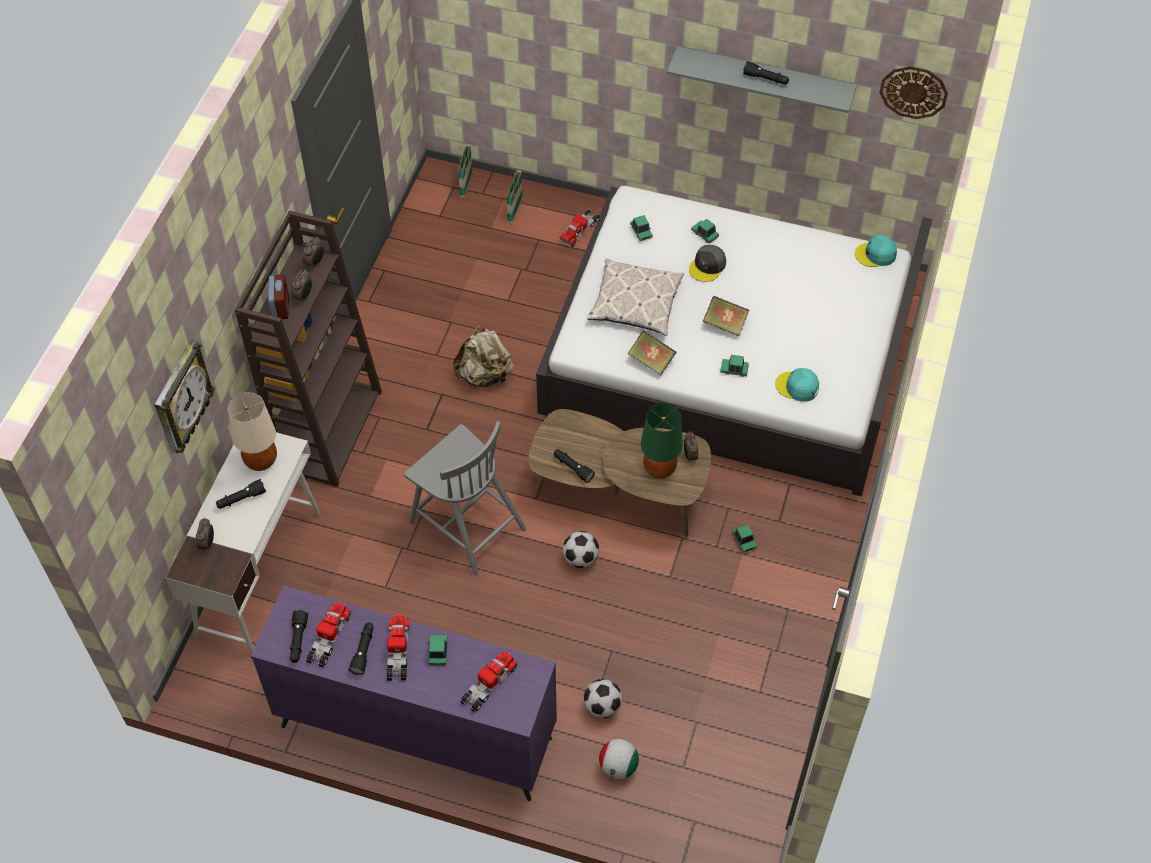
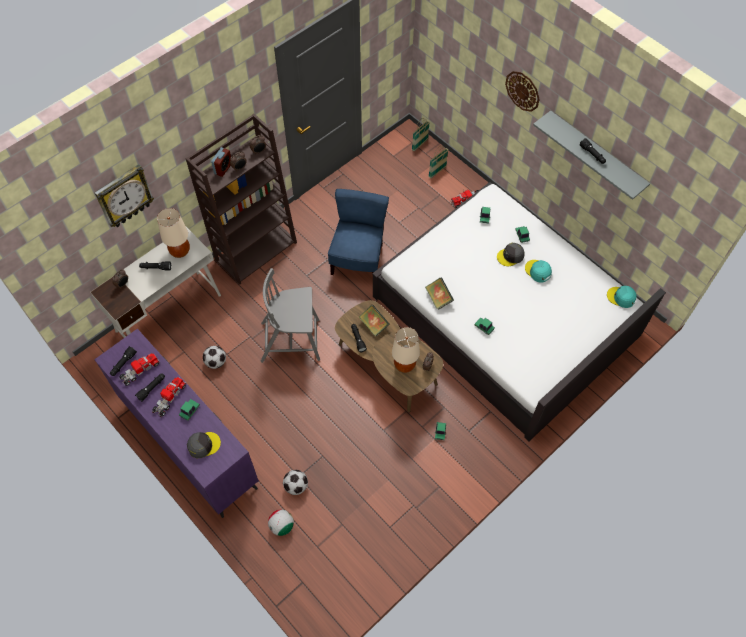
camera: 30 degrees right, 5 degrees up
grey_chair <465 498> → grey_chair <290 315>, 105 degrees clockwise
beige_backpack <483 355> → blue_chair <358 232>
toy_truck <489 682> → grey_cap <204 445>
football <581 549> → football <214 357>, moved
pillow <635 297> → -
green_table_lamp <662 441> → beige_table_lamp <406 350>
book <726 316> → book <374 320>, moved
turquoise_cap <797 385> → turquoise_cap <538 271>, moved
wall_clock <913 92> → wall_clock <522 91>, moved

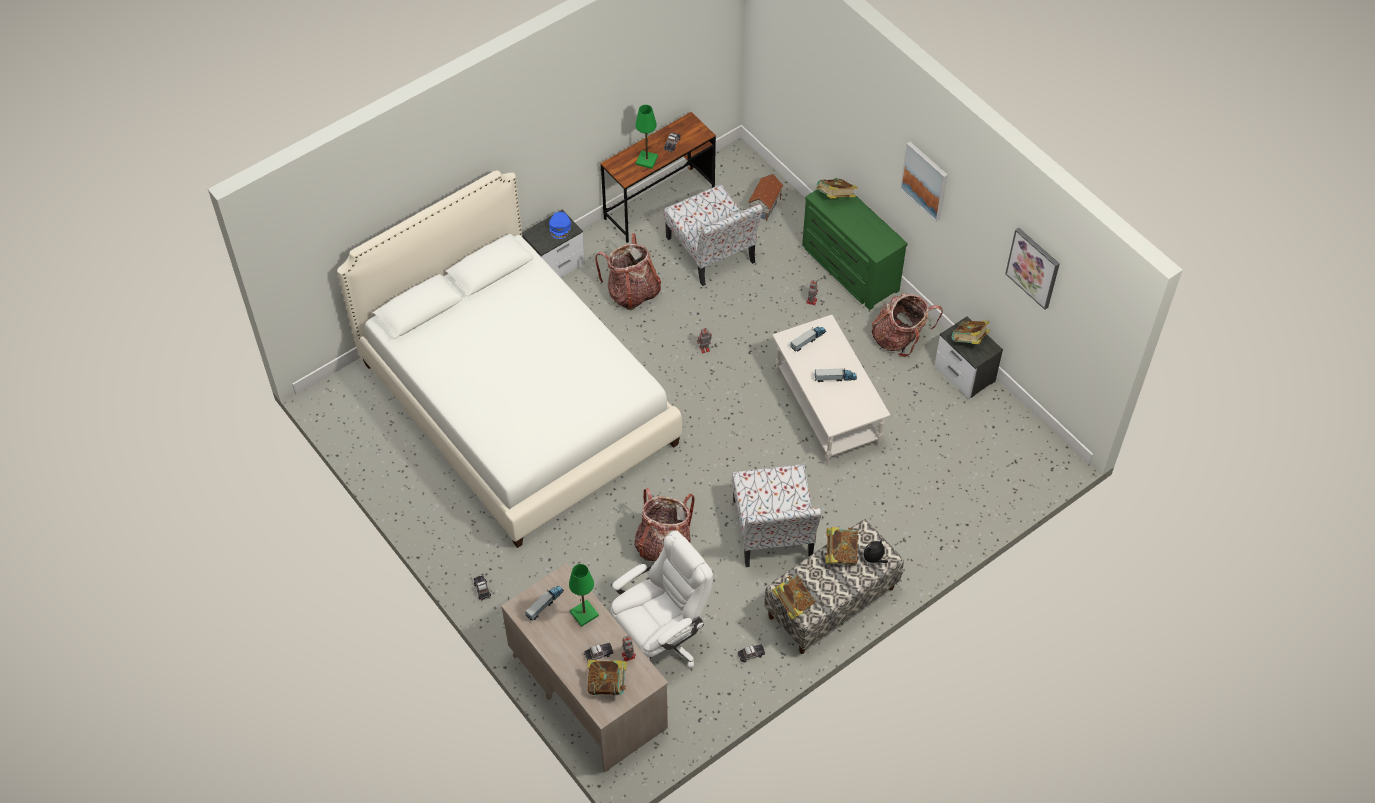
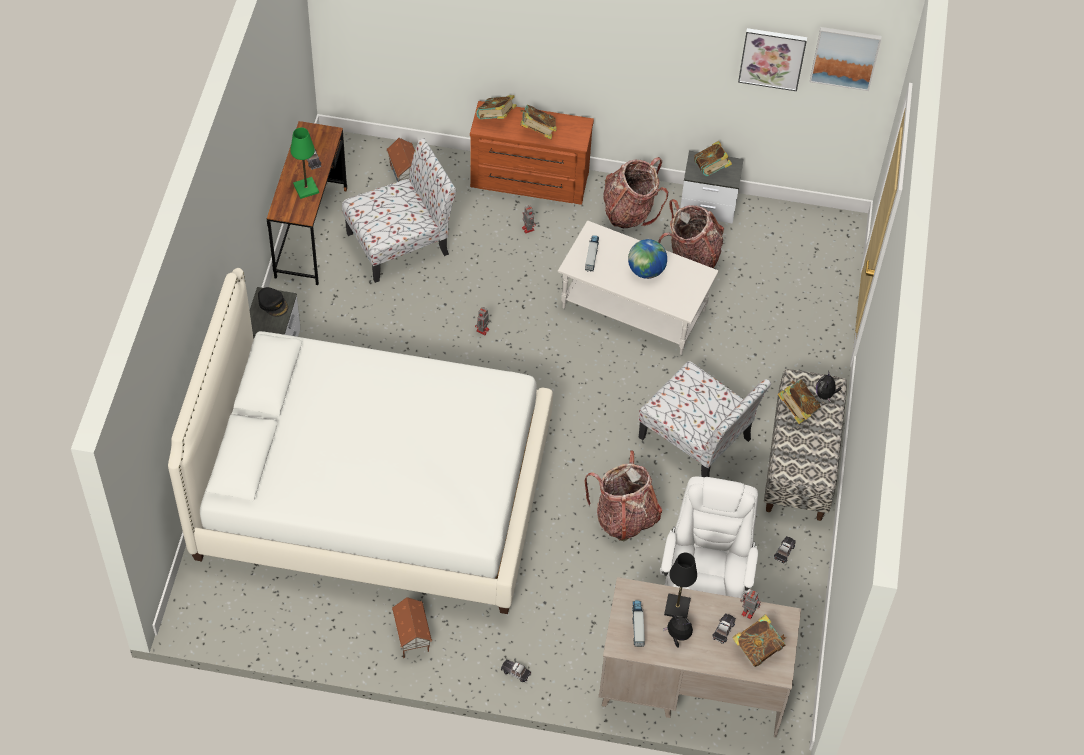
camera: 45 degrees left, 0 degrees up
blue_cap <560 225> → black_cap <273 302>
green_table_lamp <584 595> → black_table_lamp <680 585>
backpack <628 271> → backpack <691 233>, moved
chair <713 235> → chair <399 210>, 45 degrees counterclockwise
book <794 597> → book <538 122>, moved
green_dresser <854 244> → brown_dresser <532 153>
toy_truck <836 375> → globe <647 259>
picture <924 182> → picture <846 59>, moved
- → toy_house <412 627>
- → plush_toy <678 631>

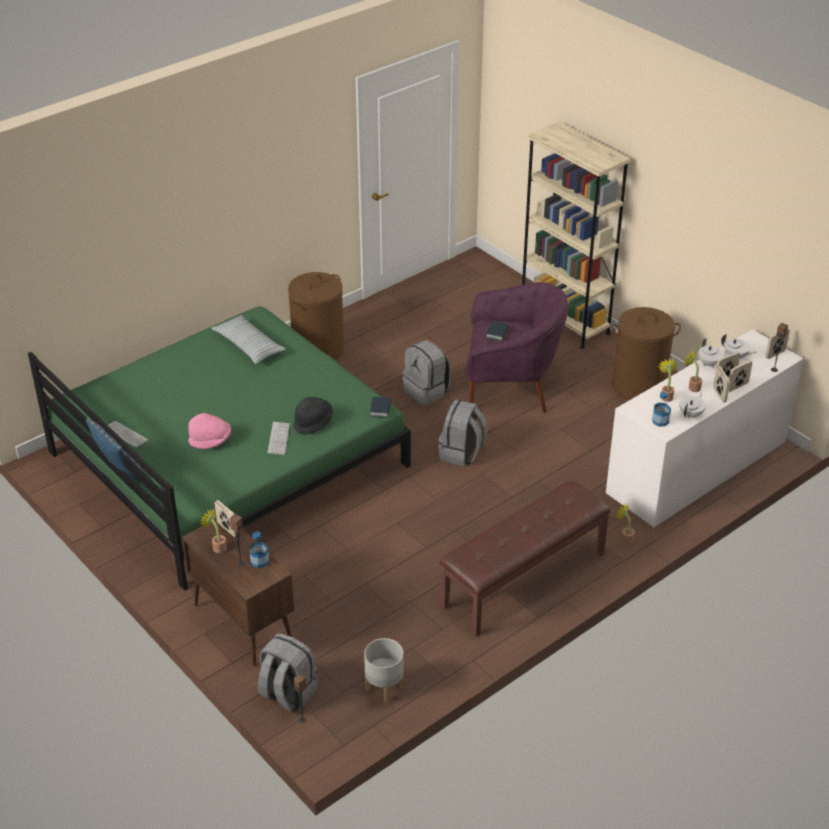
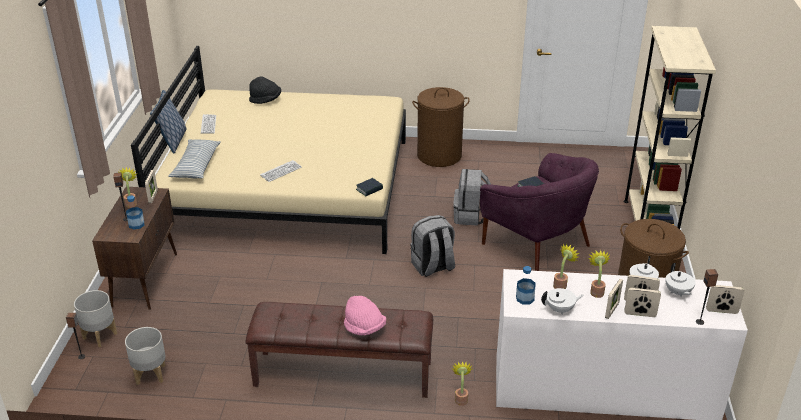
camera: 45 degrees right, 5 degrees down
green_bed <219 448> → beige_bed <268 150>
pink_hat <209 431> → pink_hat <365 315>, moved
pillow <248 339> → pillow <194 159>, moved
grey_backpack <288 672> → grey_planter <95 318>
black_hat <313 415> → black_hat <265 90>, moved

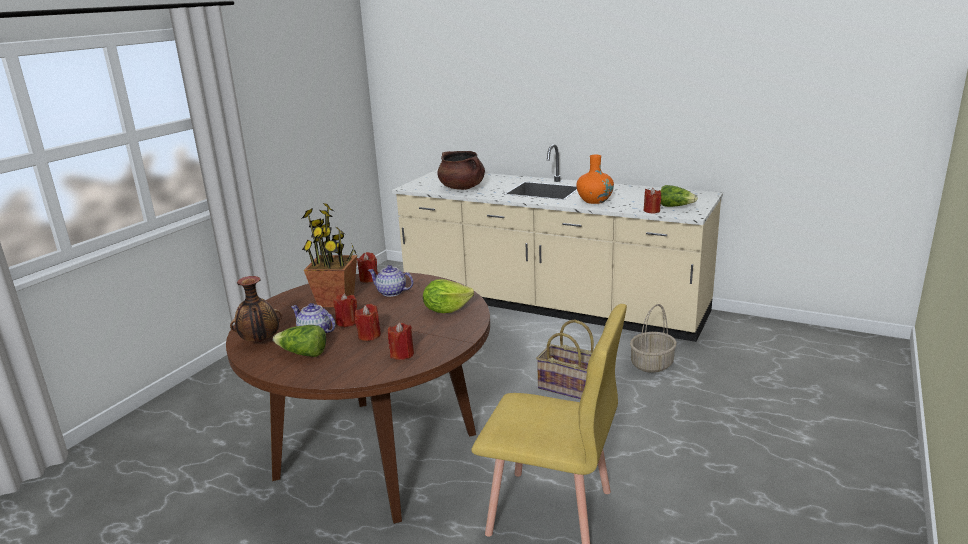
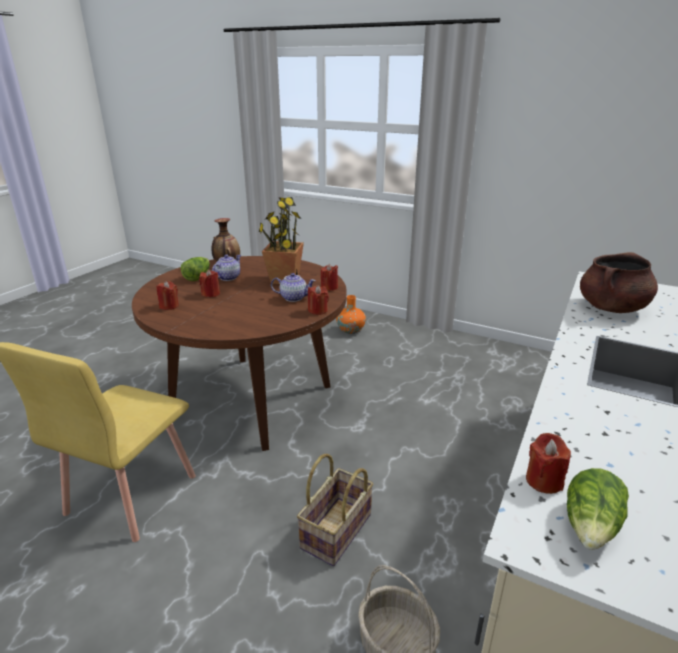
camera: 90 degrees right, 5 degrees up
red_candle <345 310> → red_candle <318 300>, moved
teapot <391 281> → teapot <293 287>, 75 degrees clockwise
lettuce <448 296> → -
orange_vase <595 179> → orange_vase <351 314>, moved

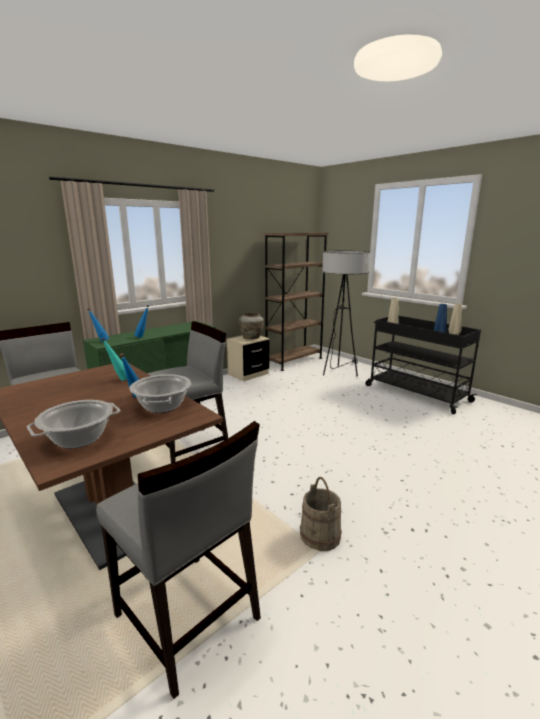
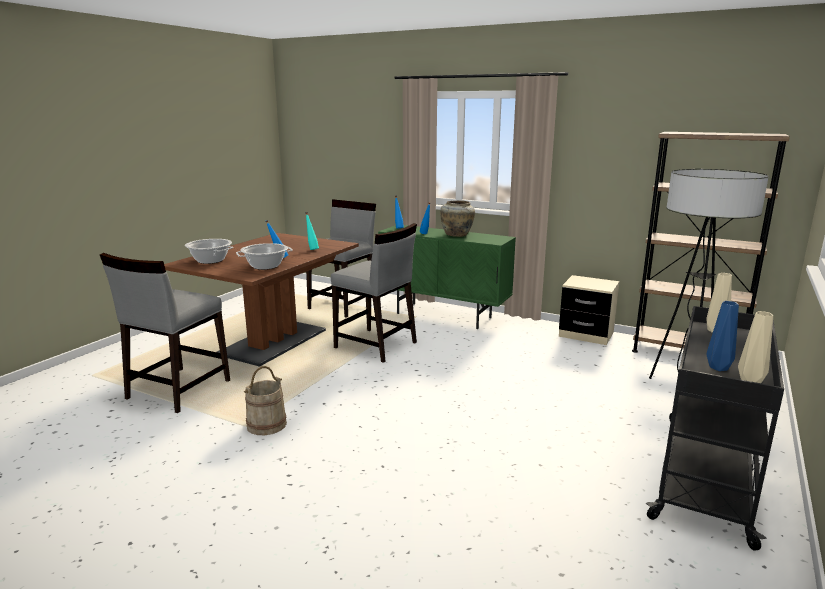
camera: 70 degrees right, 0 degrees up
beige_vase <251 326> → beige_vase <457 218>, moved

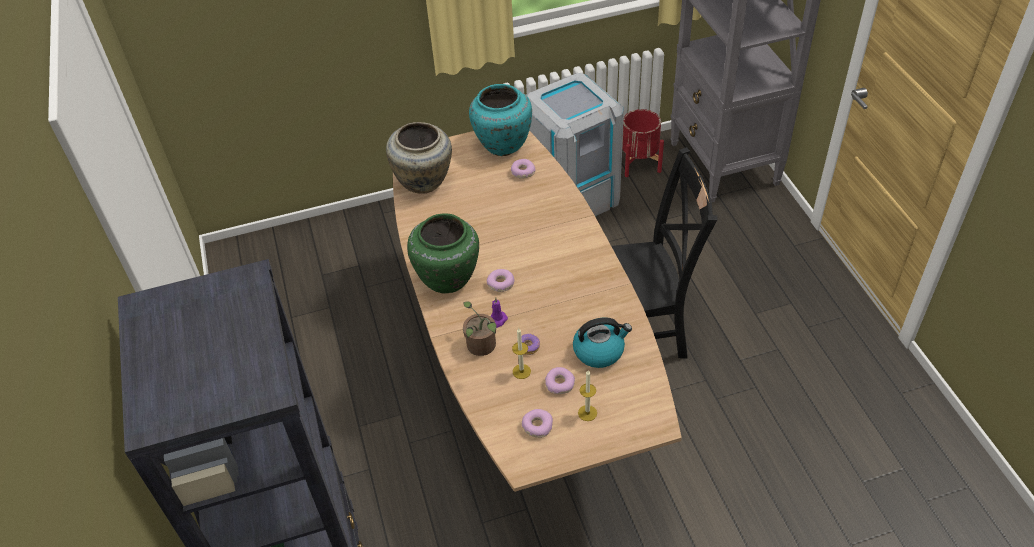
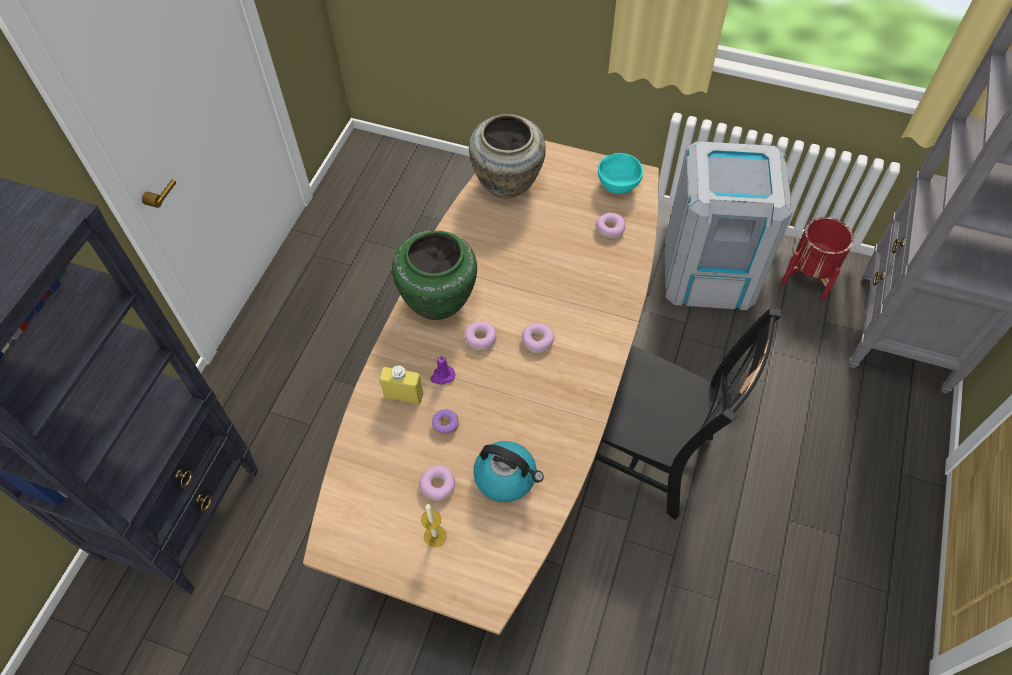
camera: 35 degrees right, 10 degrees up
potted_plant <479 328> → yellow_bottle <401 385>
turquoise_vase <500 120> → turquoise_bowl <620 173>
candle <521 353> → -
donut <537 423> → donut <538 338>, moved

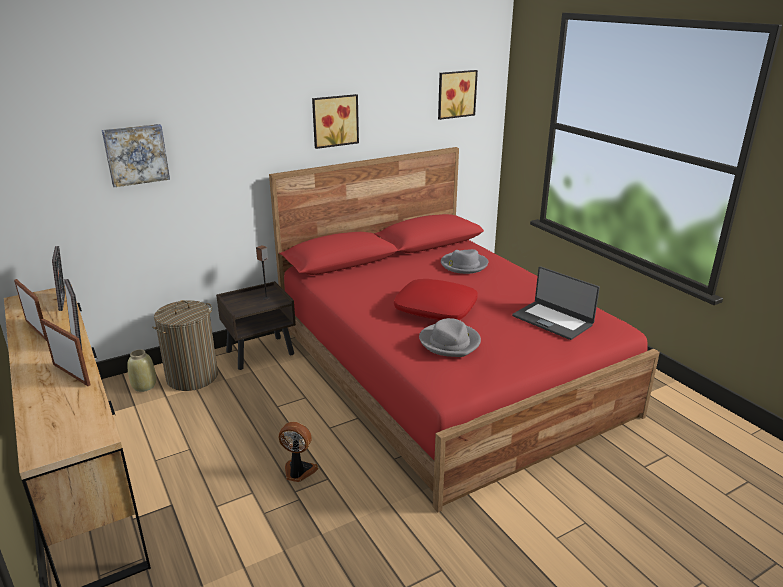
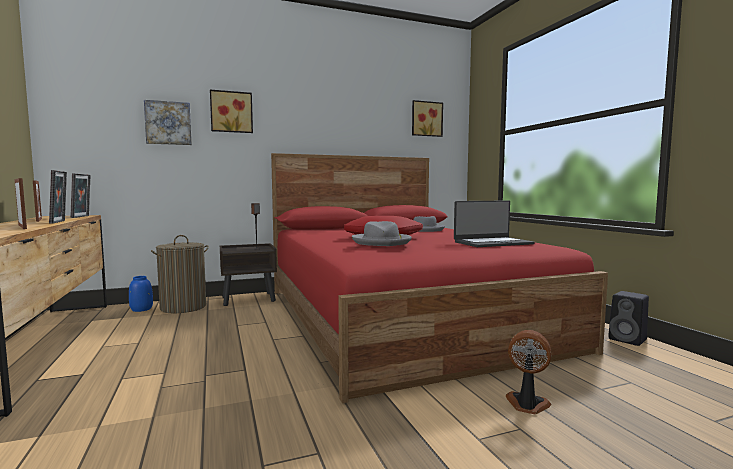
camera: 10 degrees right, 20 degrees down
beige_vase <141 370> → blue_vase <141 294>
fan <298 452> → fan <529 372>, moved
picture <335 121> → picture <231 111>, moved
laptop <556 303> → laptop <494 223>, 75 degrees counterclockwise
- → black_speaker <628 318>

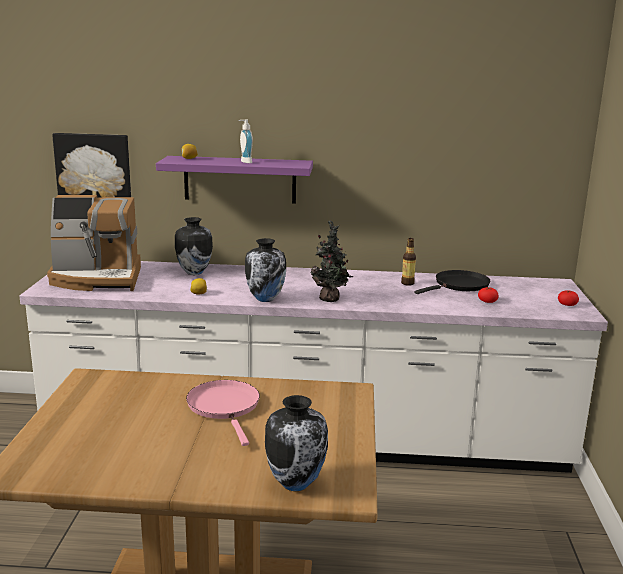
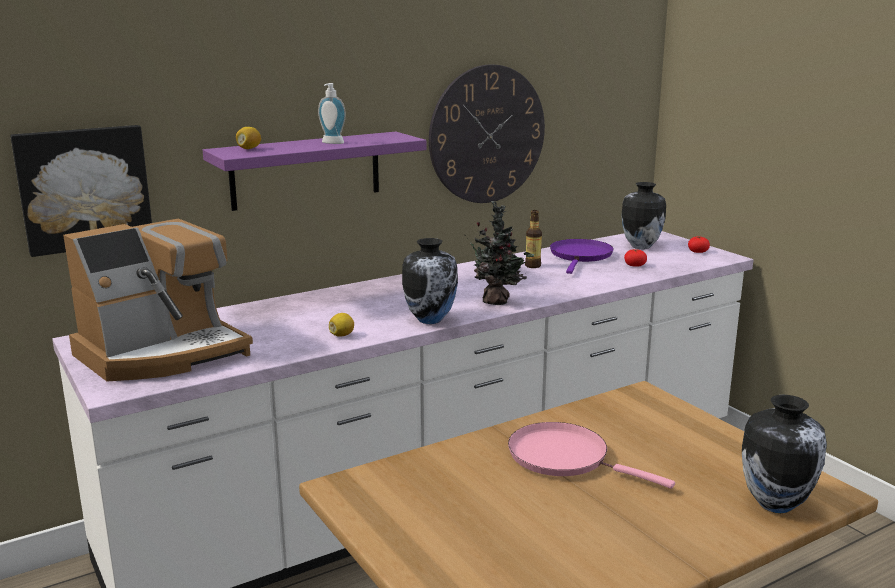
camera: 35 degrees left, 0 degrees up
vase <194 246> → vase <643 215>, moved
black_frying_pan <452 282> → purple_frying_pan <582 256>
- → wall_clock <487 133>

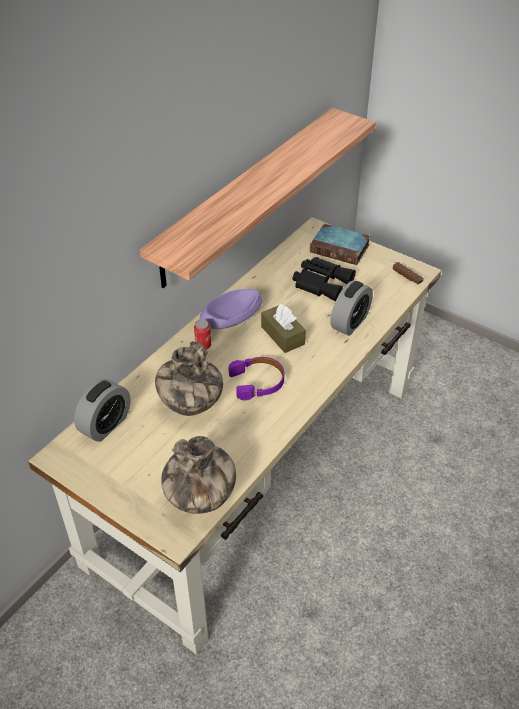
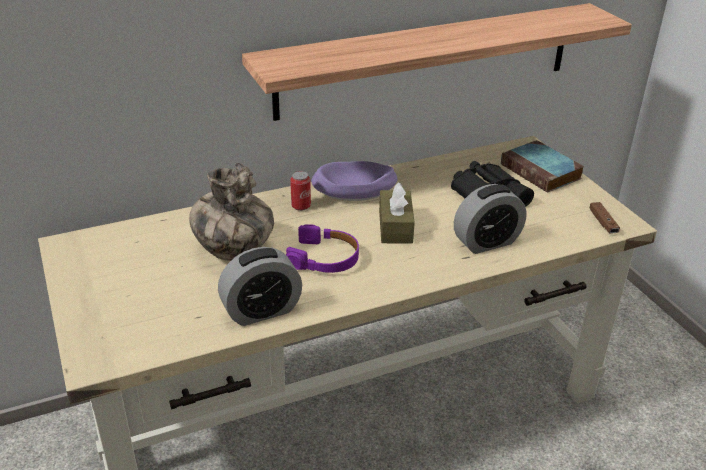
camera: 30 degrees right, 10 degrees down
alarm_clock <102 410> → alarm_clock <260 286>, moved
vase <199 475> → -

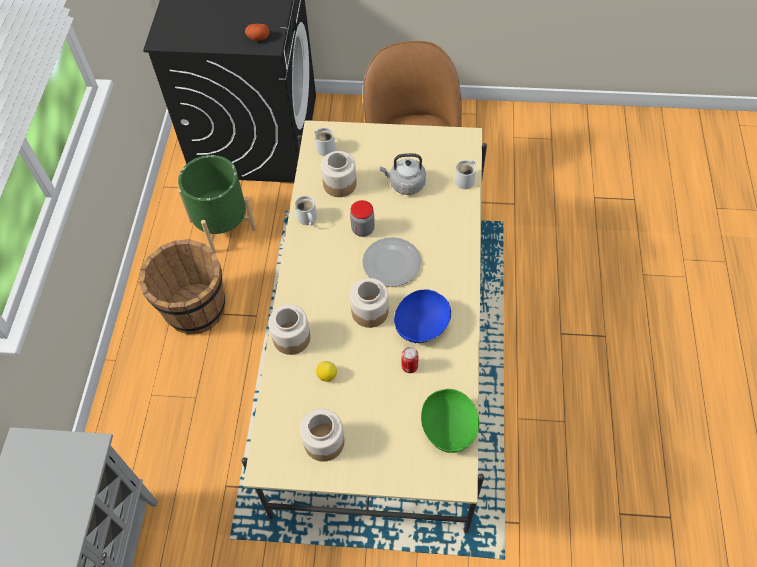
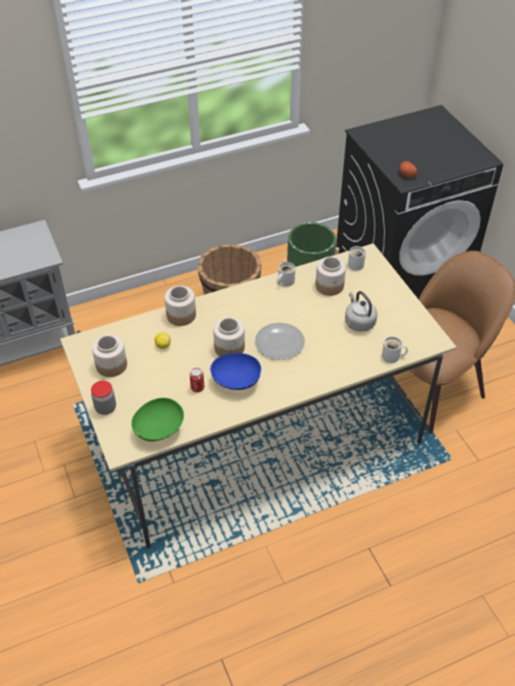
camera: 60 degrees right, 10 degrees down
jar <362 218> → jar <103 398>, moved

